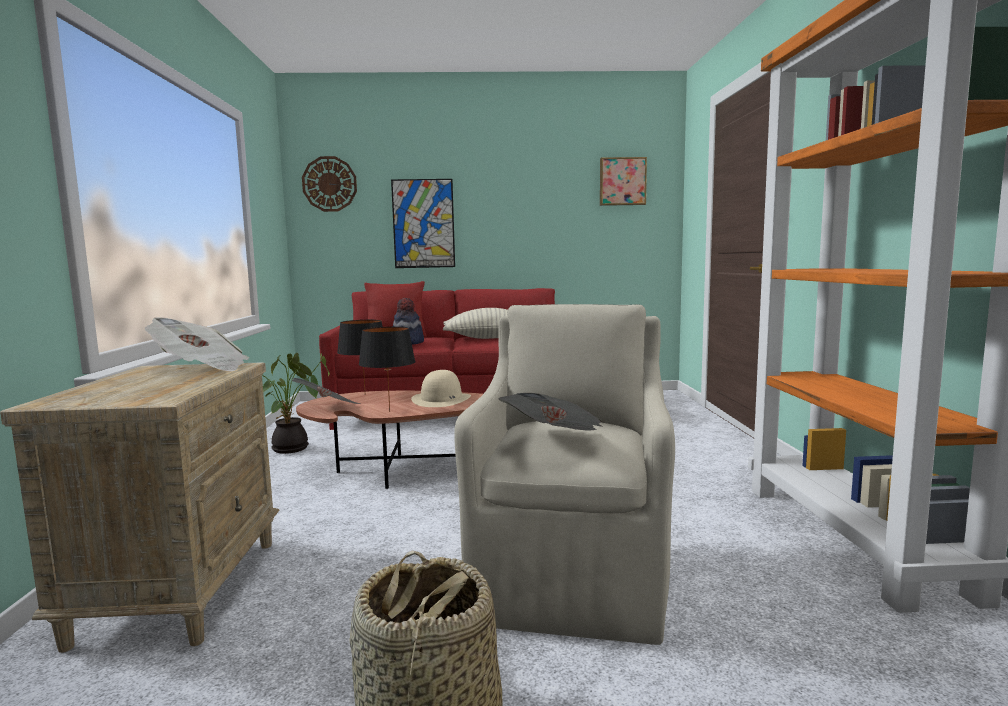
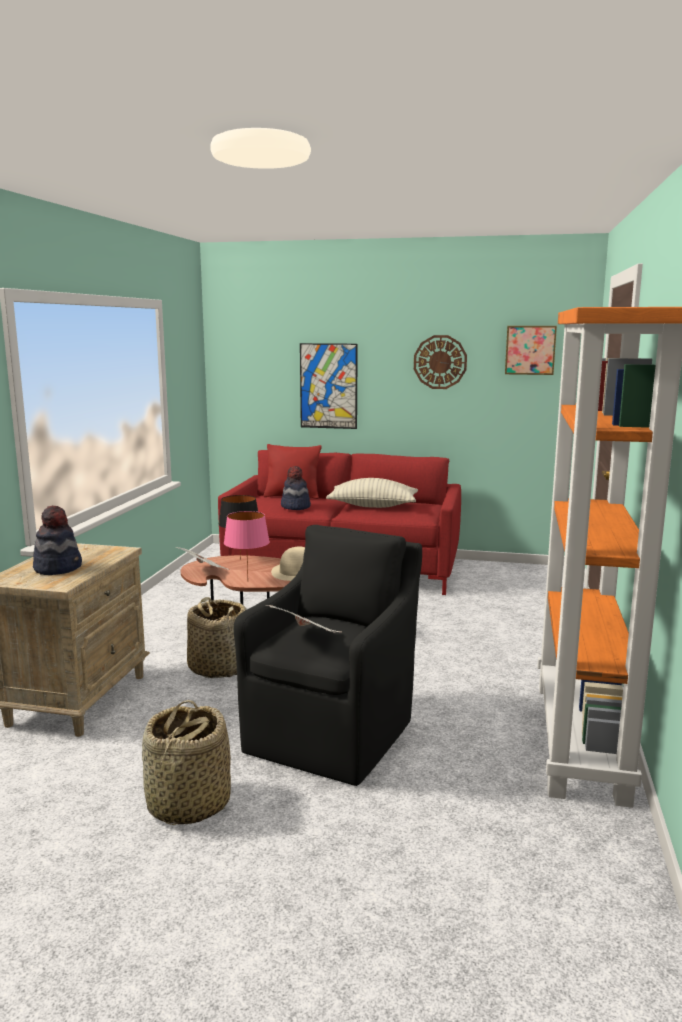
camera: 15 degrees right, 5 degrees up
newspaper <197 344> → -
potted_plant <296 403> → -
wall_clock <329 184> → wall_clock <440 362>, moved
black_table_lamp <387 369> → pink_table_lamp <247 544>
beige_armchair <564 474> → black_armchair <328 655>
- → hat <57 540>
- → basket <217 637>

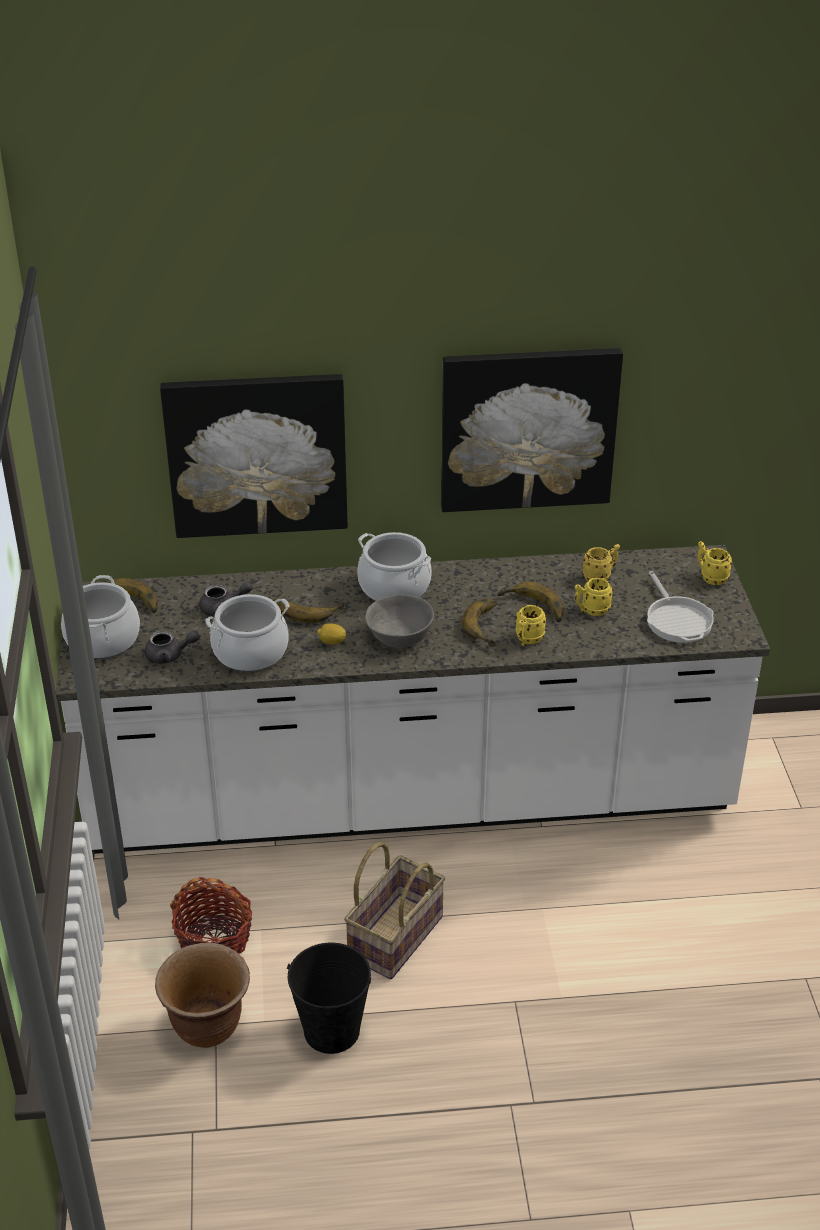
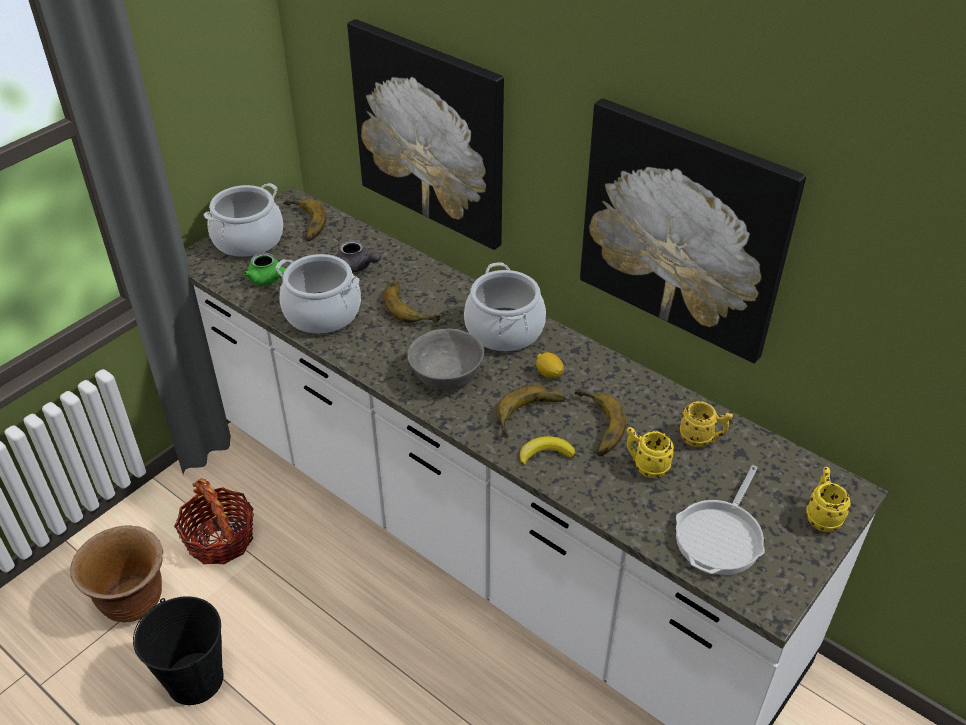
camera: 45 degrees right, 5 degrees up
grey_teapot <172 647> → green_teapot <265 269>
lemon <331 634> → lemon <550 365>, moved
basket <394 910> → -
yellow_mug <530 625> → banana <547 451>

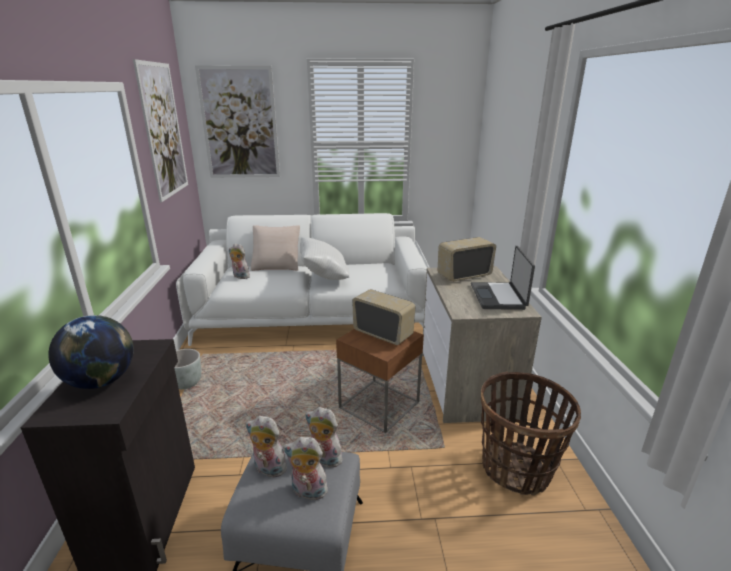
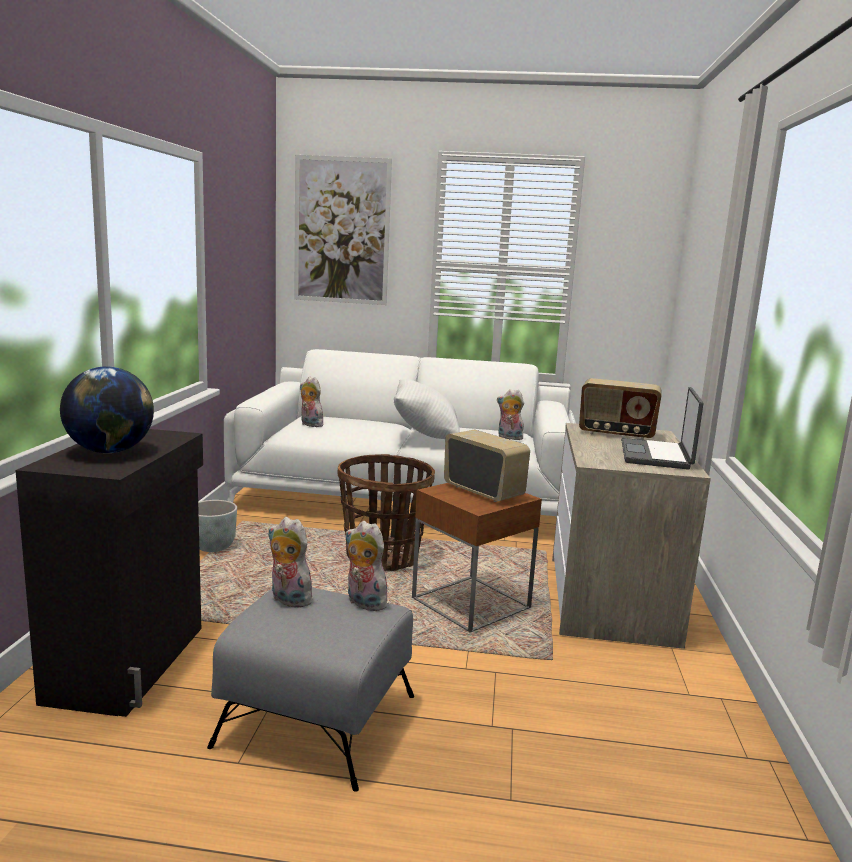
camera: 10 degrees right, 10 degrees down
picture <160 130> → -
beige_pillow <275 248> → -
plush_toy <305 468> → plush_toy <510 414>, moved
radio <466 259> → radio <620 409>, 150 degrees counterclockwise
basket <531 433> → basket <386 512>, moved

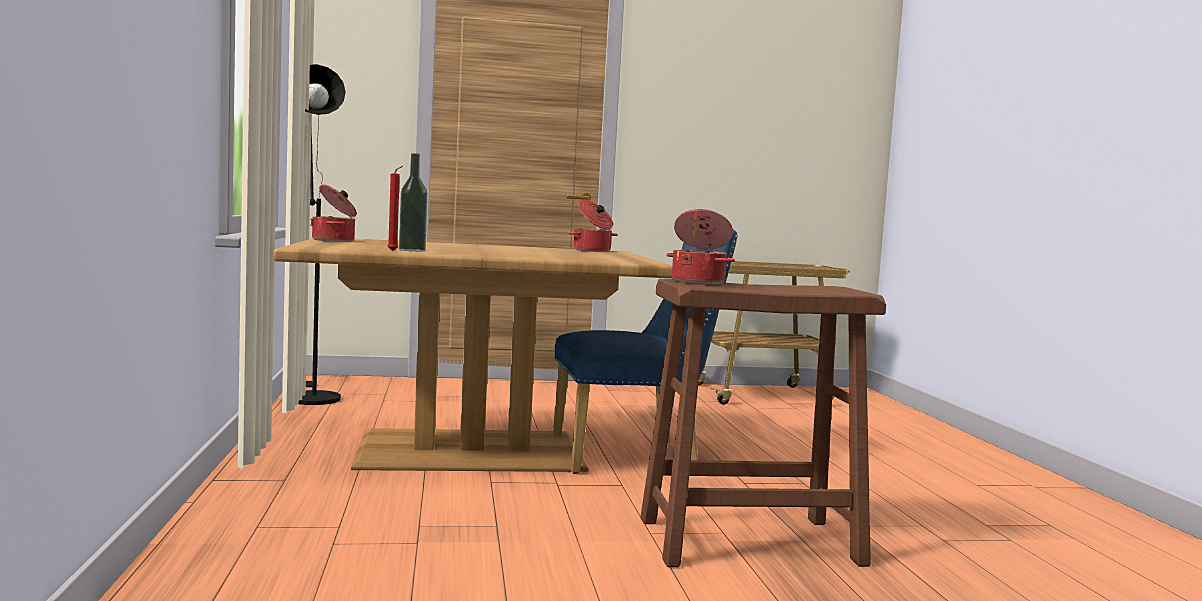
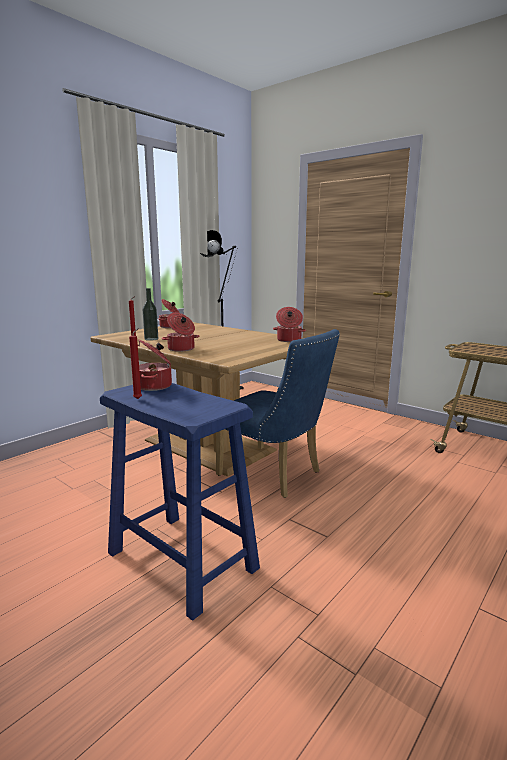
camera: 50 degrees right, 10 degrees up
brown_stool <763 423> → blue_stool <180 502>
- → red_candle <135 363>
- → cooking_pot <180 332>

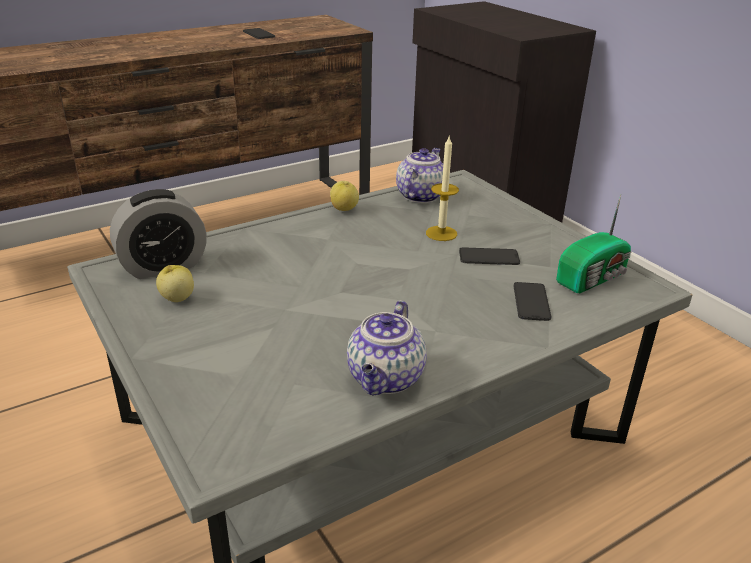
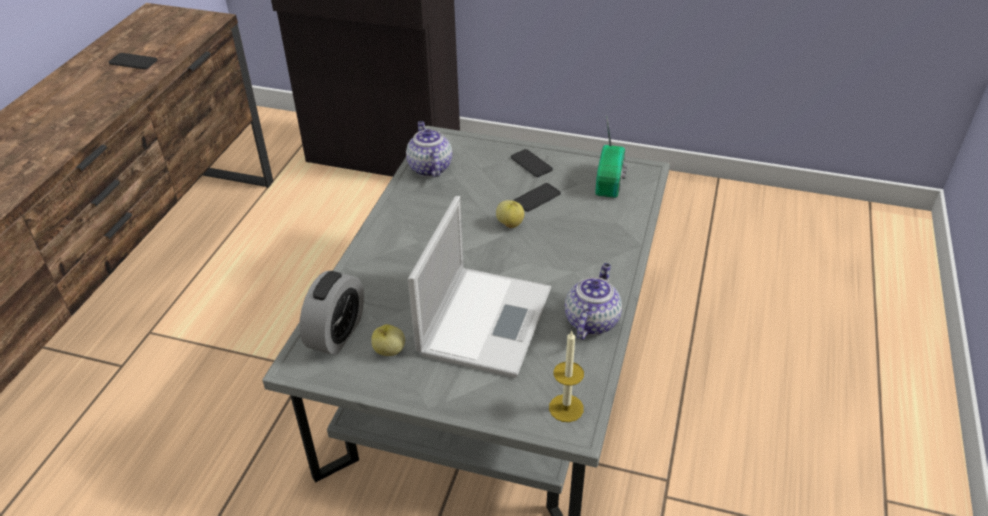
camera: 40 degrees left, 10 degrees up
apple <344 196> → apple <510 214>, moved
teapot <387 348> → teapot <593 301>, 135 degrees counterclockwise
candle <442 189> → candle <566 376>, moved
phone <532 301> → phone <532 163>, moved
- → laptop <479 287>

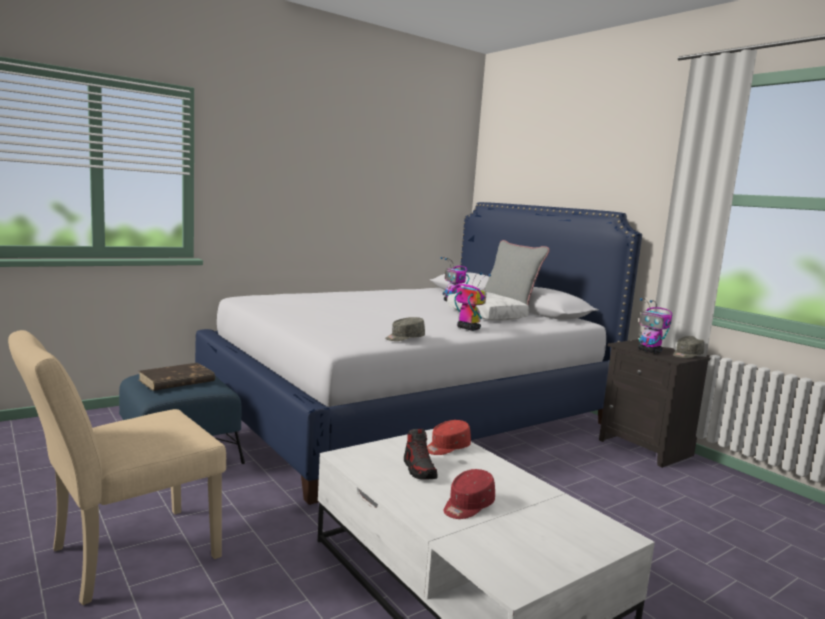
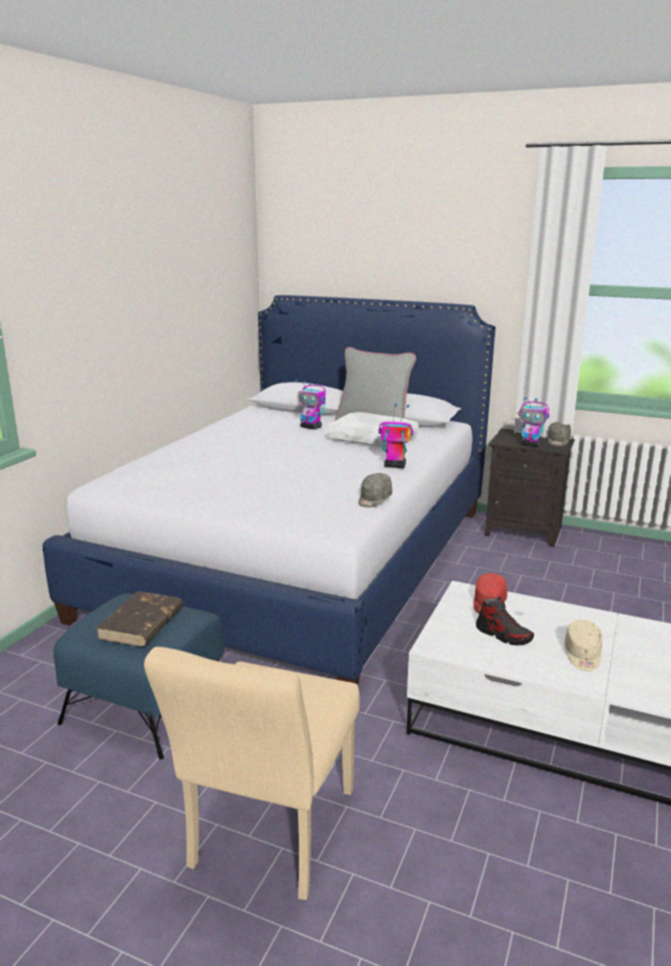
camera: 30 degrees left, 10 degrees up
red_cap <469 494> → beige_cap <583 645>

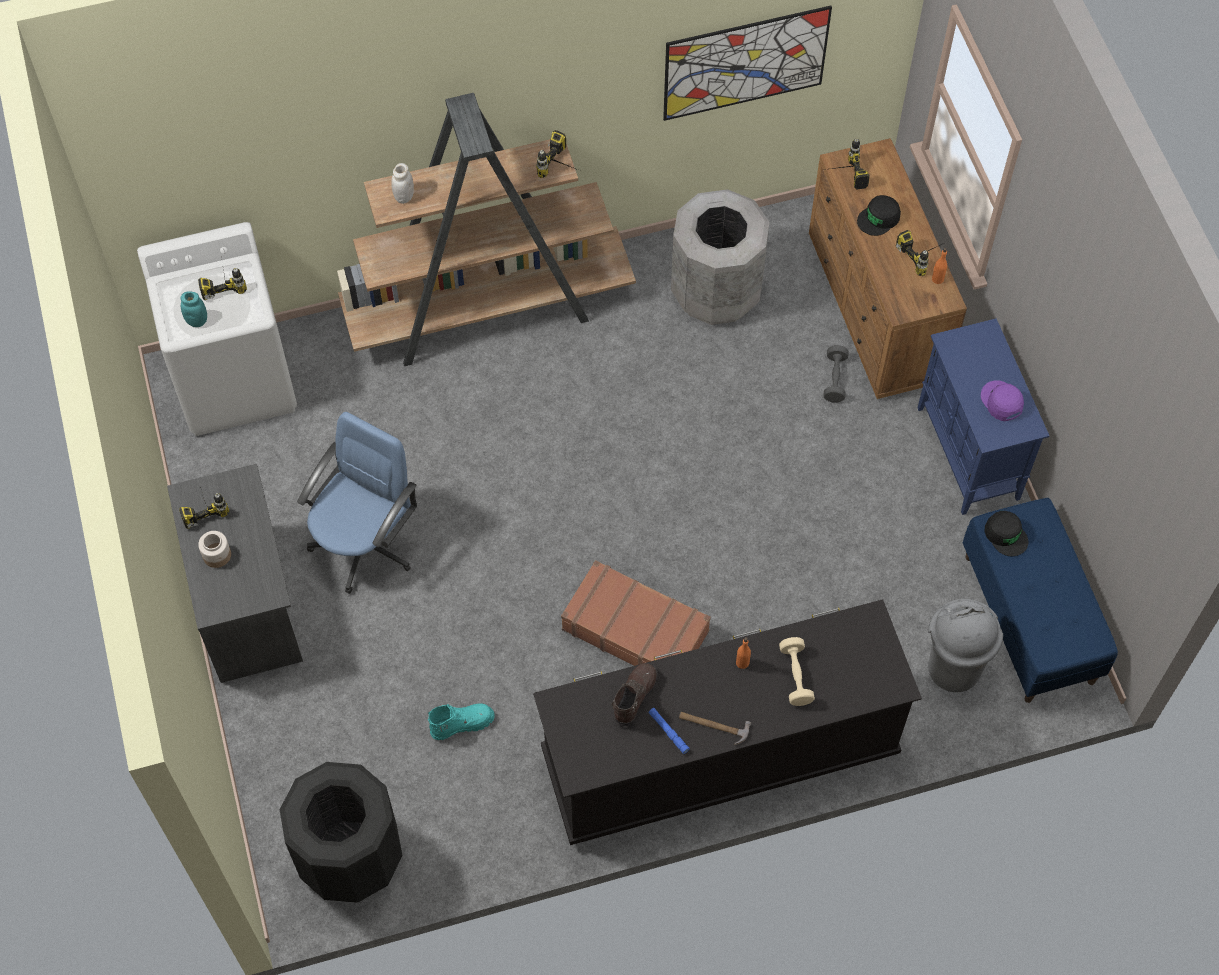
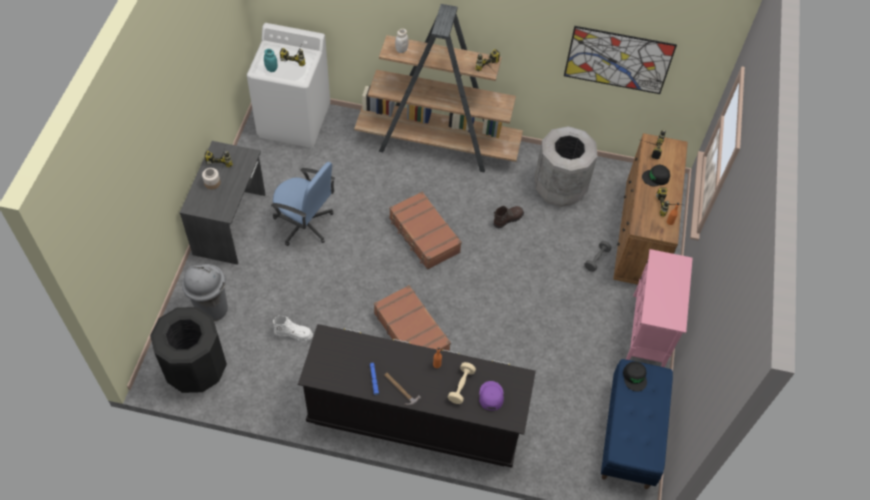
camera: 25 degrees right, 5 degrees down
blue_office_chair <357 503> → blue_office_chair <303 204>, 60 degrees clockwise
turquoise_boot <461 722> → white_boot <293 329>
brown_boot <634 694> → brown_boot <508 217>, moved
blue_cabinet <983 417> → pink_cabinet <659 308>
grey_trash_can <965 645> → grey_trash_can <205 293>, moved
purple_cap <1002 400> → purple_cap <491 395>, moved
- → brown_suitcase <425 230>

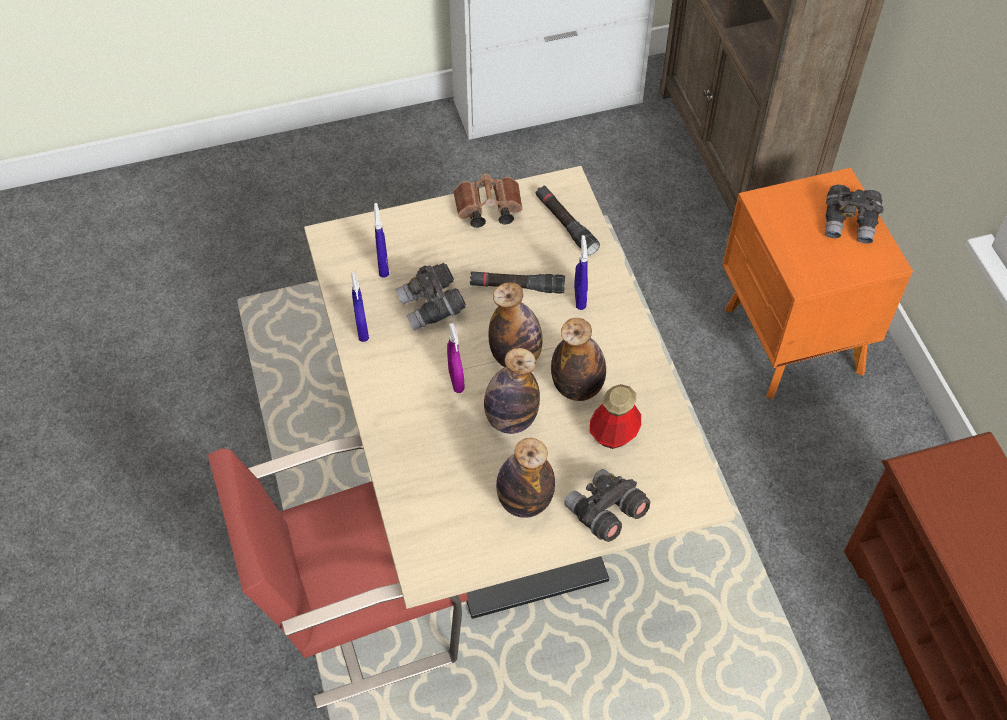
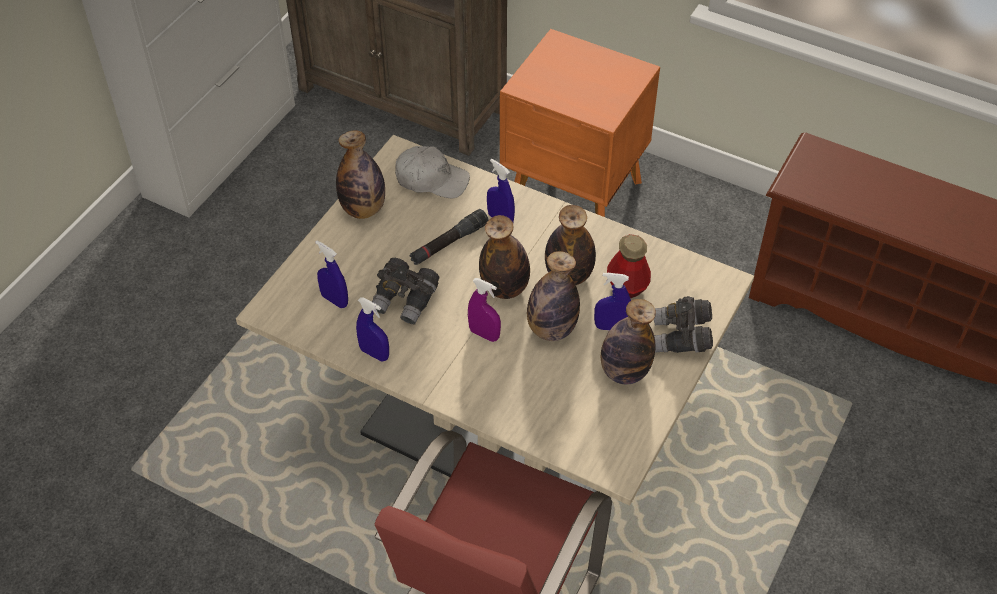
camera: 45 degrees left, 5 degrees down
brown_binoculars <488 200> → bottle <360 174>
black_flashlight <567 220> → white_cap <432 172>
grey_binoculars <854 214> → -
- → blue_spray_bottle <612 301>

